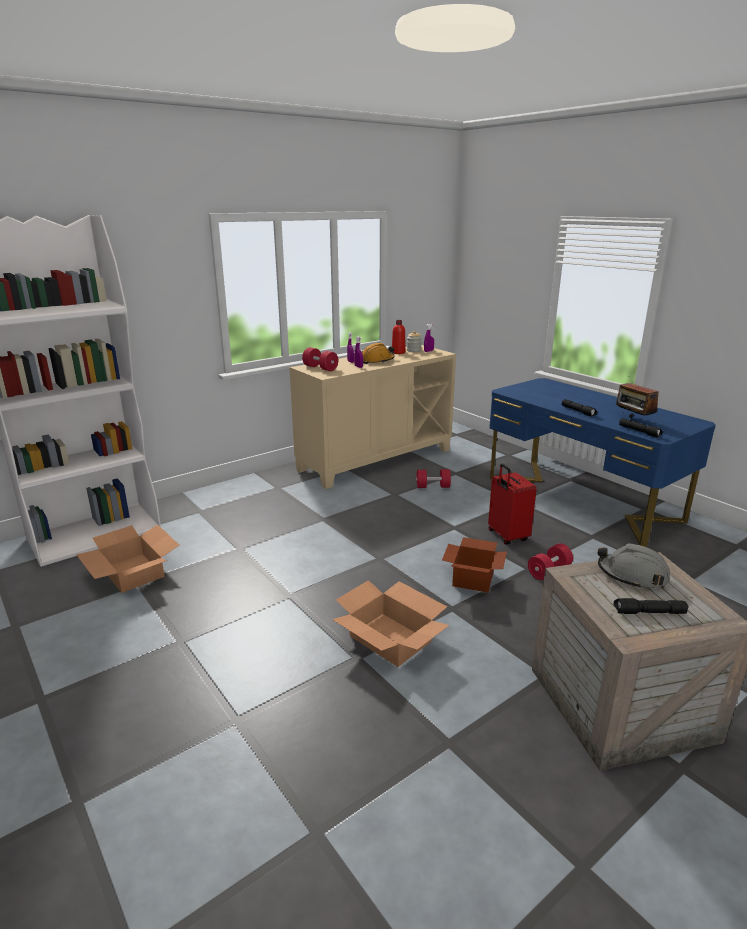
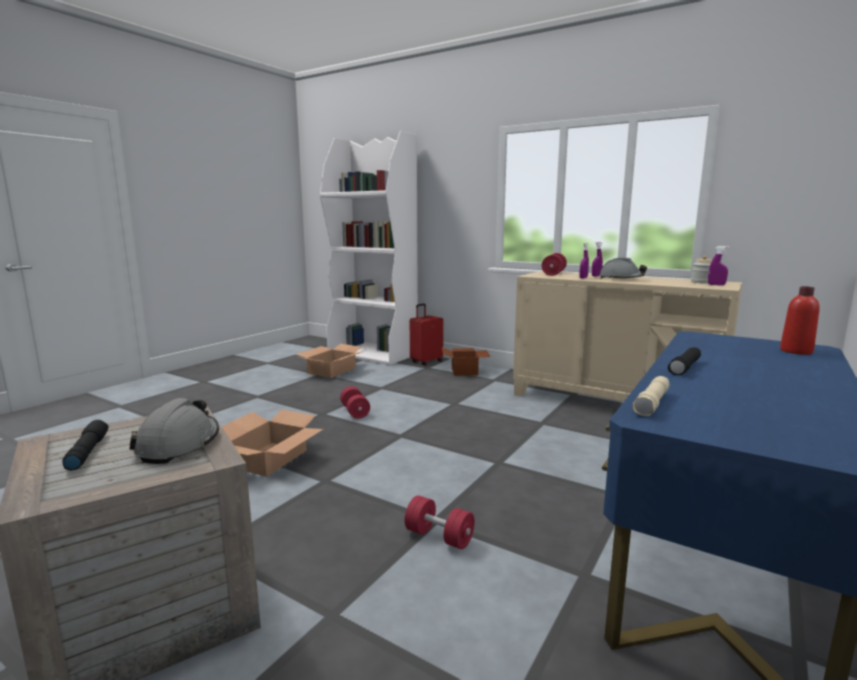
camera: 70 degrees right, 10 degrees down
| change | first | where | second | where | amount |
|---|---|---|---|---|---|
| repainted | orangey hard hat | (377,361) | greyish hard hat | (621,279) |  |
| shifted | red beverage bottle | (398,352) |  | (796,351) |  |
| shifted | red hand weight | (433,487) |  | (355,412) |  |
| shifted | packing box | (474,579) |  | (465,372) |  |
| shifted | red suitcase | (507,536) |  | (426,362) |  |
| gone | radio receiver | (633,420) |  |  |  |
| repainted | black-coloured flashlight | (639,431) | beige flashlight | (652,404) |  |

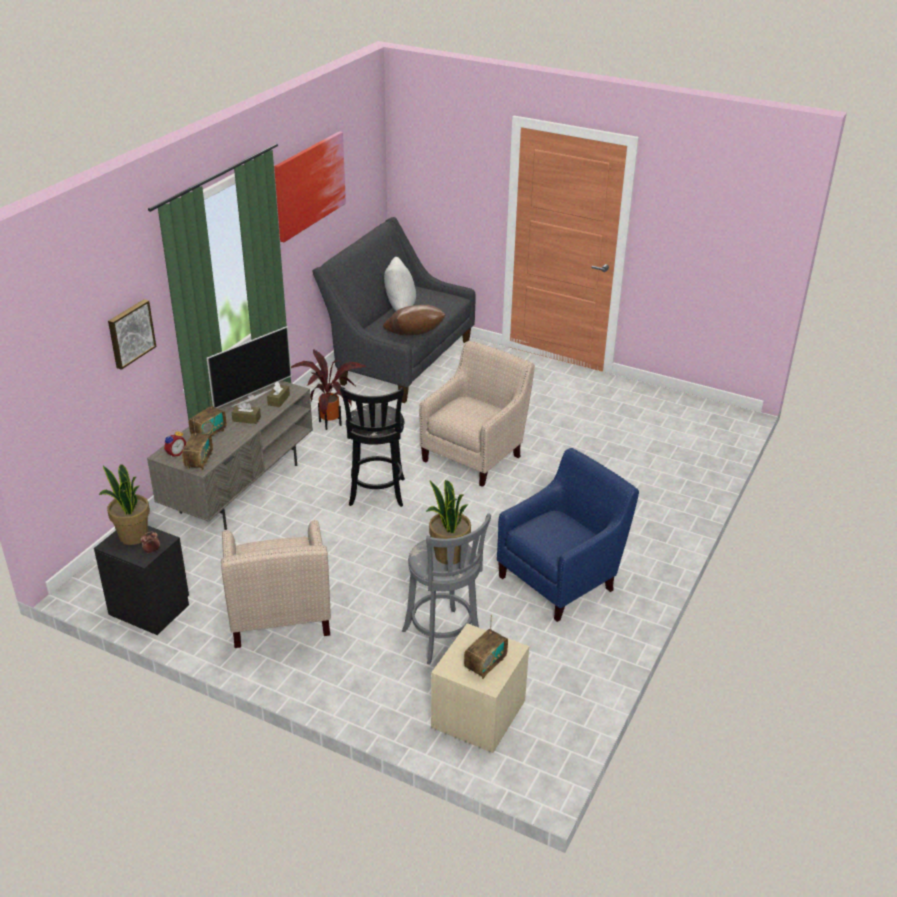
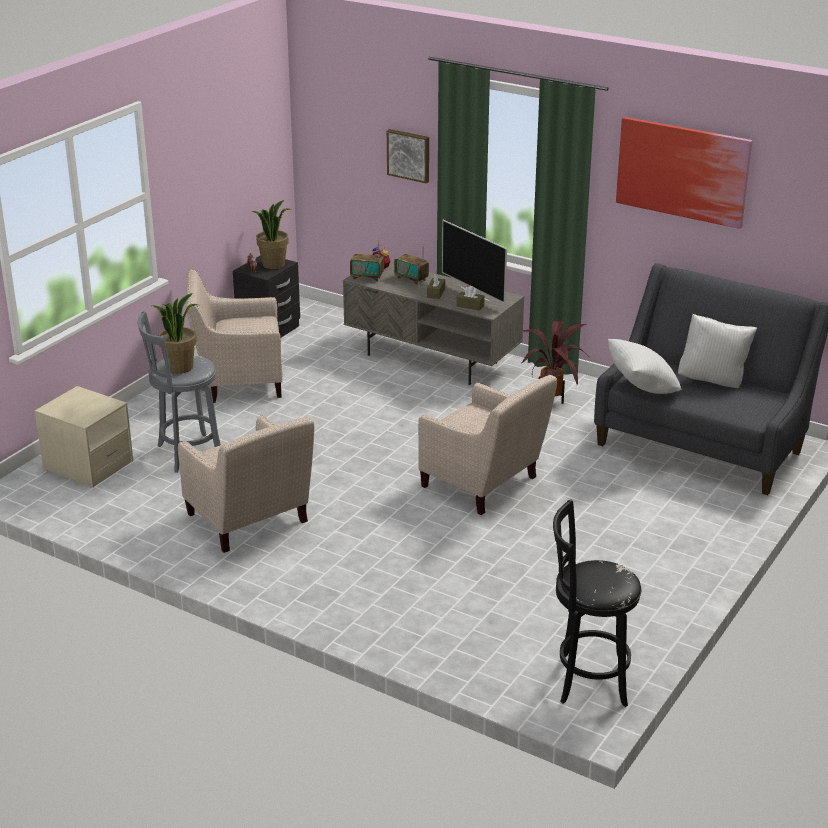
camera: 95 degrees right, 5 degrees down
| change | first | where | second | where | amount |
|---|---|---|---|---|---|
| shifted | black-coloured sitting stool | (376,494) |  | (587,680) |  |
| repainted | brown cushion | (414,337) | white-coloured cushion | (641,388) |  |
| gone | radio receiver | (485,664) |  |  |  |
| repainted | blue-coloured easy chair | (561,580) | beige easy chair | (249,522) |  |

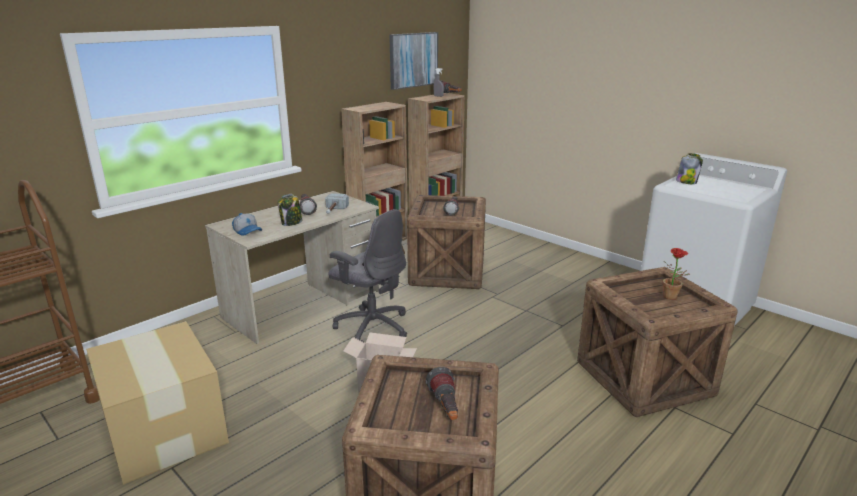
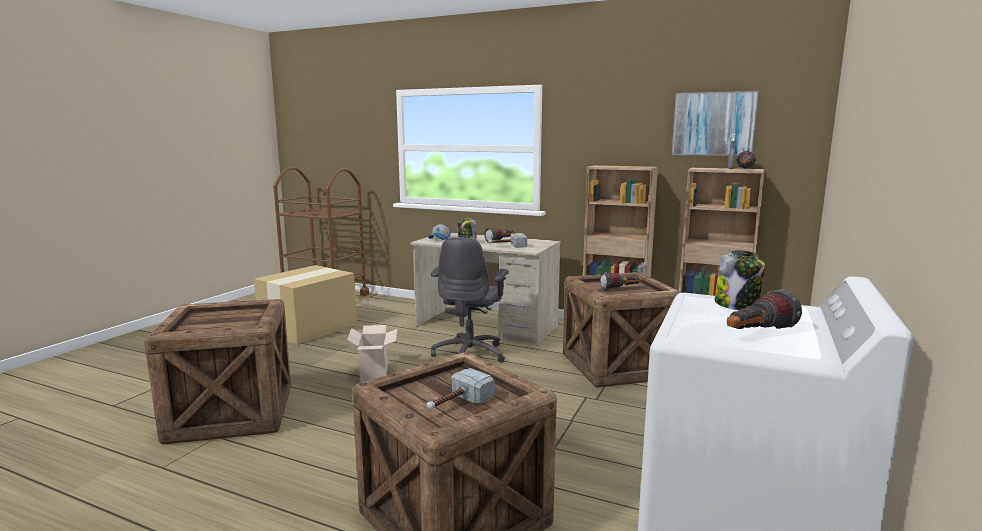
camera: 70 degrees right, 10 degrees down
| change | first | where | second | where | amount |
|---|---|---|---|---|---|
| shifted | flashlight | (445,408) |  | (756,334) |  |
| swapped | potted plant | (672,297) | hammer | (456,404) |  |

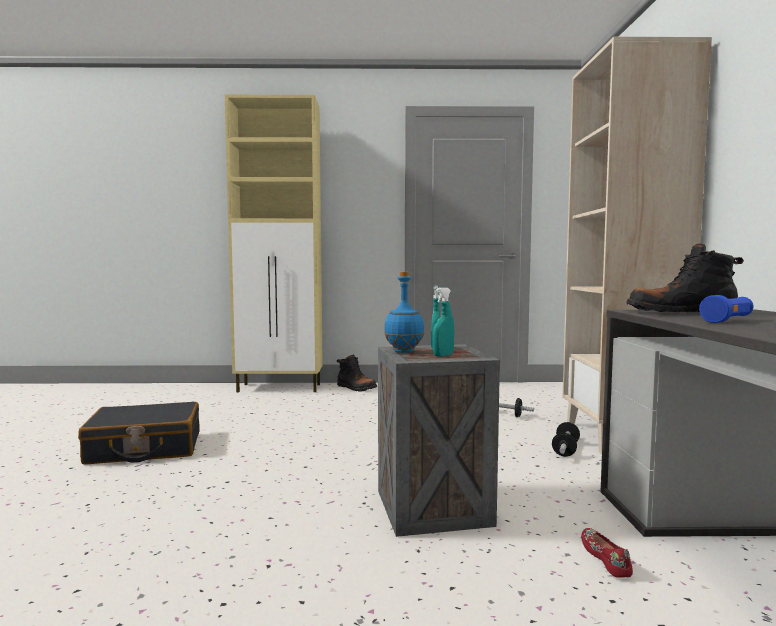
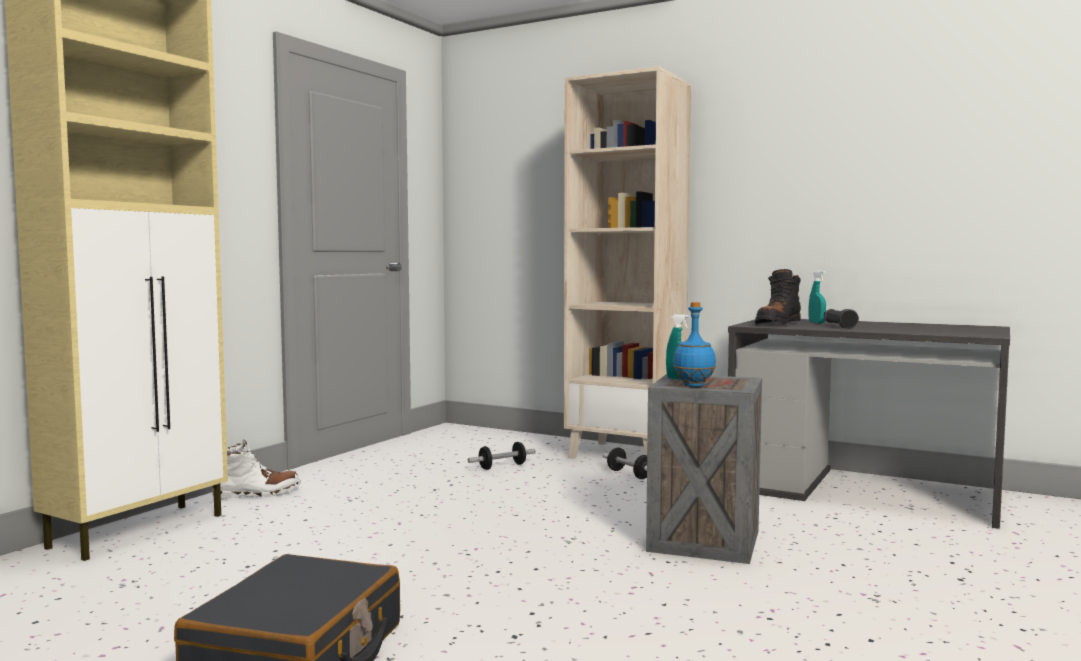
camera: 60 degrees left, 0 degrees up
| change | first | where | second | where | amount |
|---|---|---|---|---|---|
| repainted | black-coloured high-top boot | (356,388) | white-coloured high-top boot | (257,494) |  |
| shifted | turquoise-coloured hand sprayer | (443,355) |  | (816,322) |  |
| gone | red low shoe | (606,558) |  |  |  |
| repainted | blue-coloured flashlight | (728,321) | black-coloured flashlight | (839,326) |  |

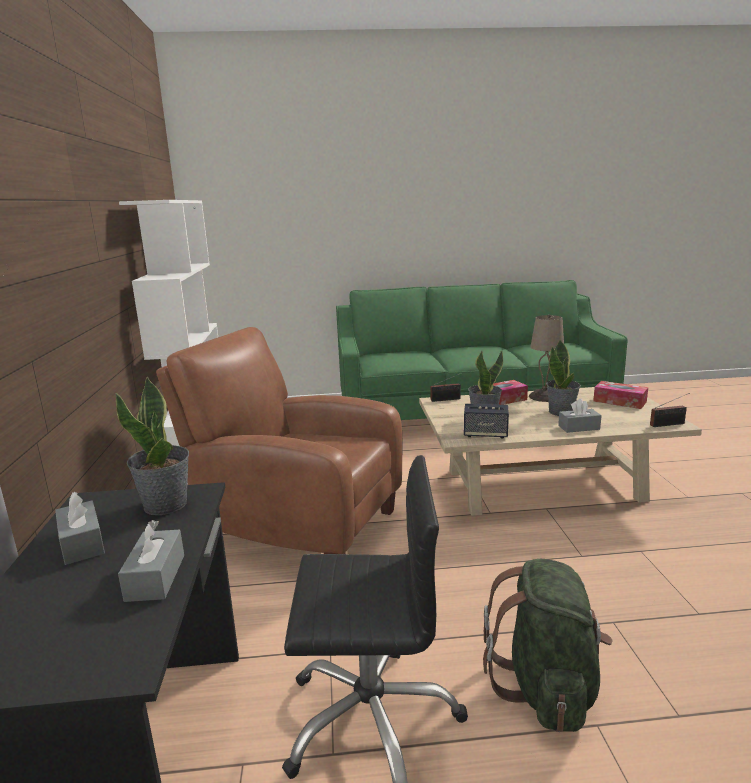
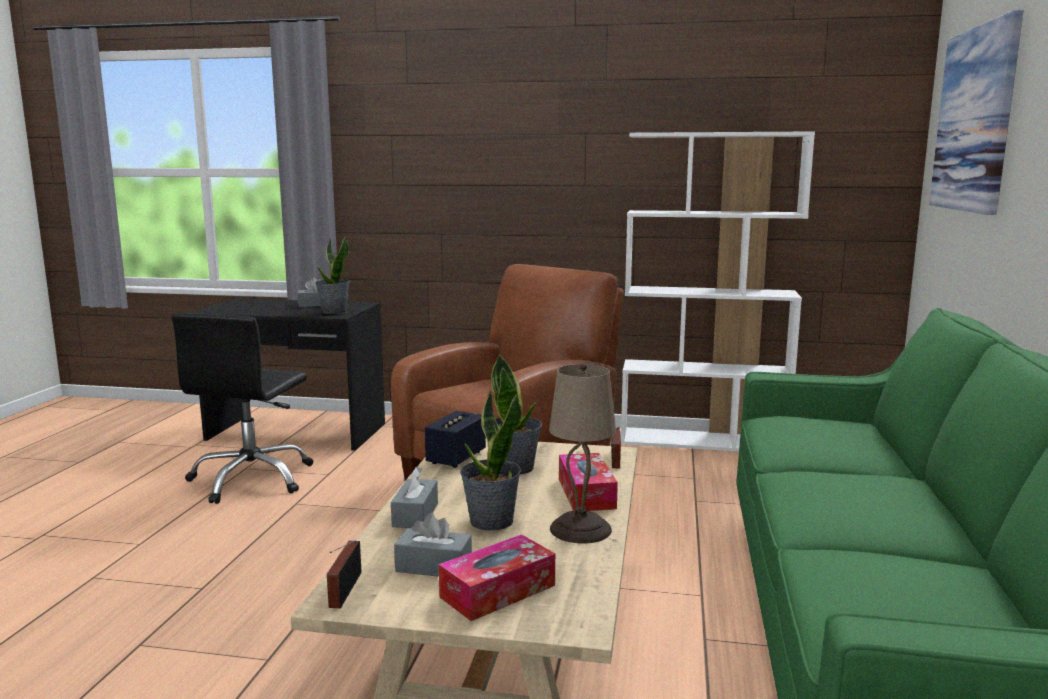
camera: 105 degrees right, 5 degrees down
| change | first | where | second | where | amount |
|---|---|---|---|---|---|
| shifted | greyish tissue box | (155,577) |  | (434,566) |  |
| gone | greenish rucksack | (546,687) |  |  |  |
| new |  |  | wall picture | (974,120) |  |

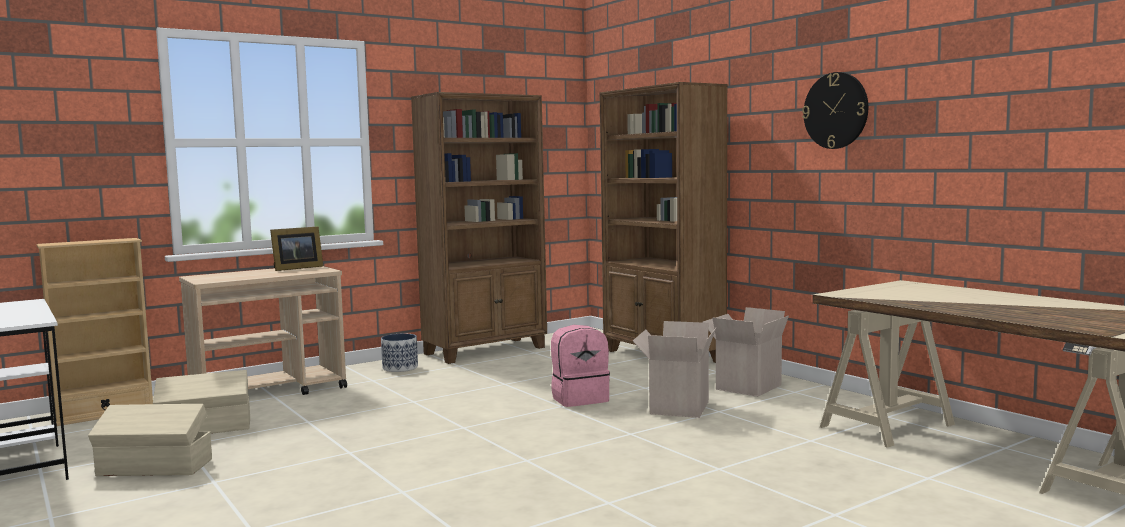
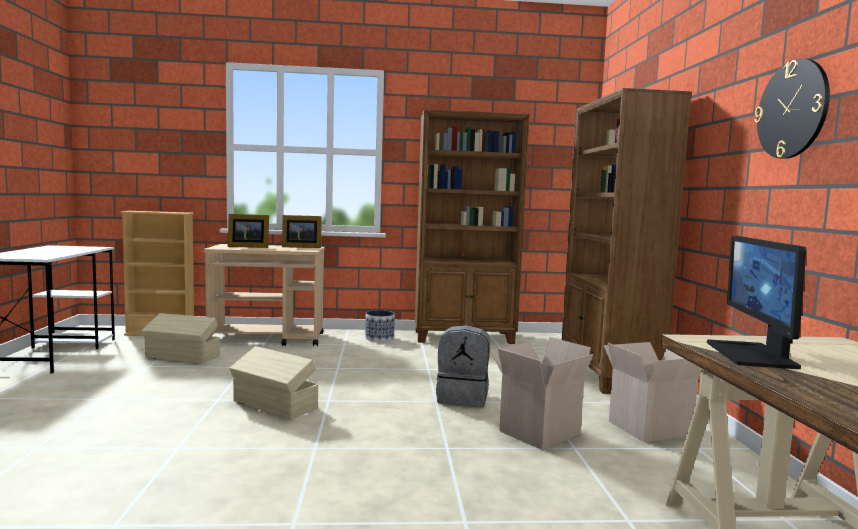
camera: 30 degrees right, 0 degrees up
| change | first | where | second | where | amount |
|---|---|---|---|---|---|
| shifted | beige storage bin | (155,468) |  | (274,405) |  |
| repainted | pinkish rucksack | (579,399) | greyish rucksack | (463,398) |  |
| new |  |  | standing frame | (247,246) |  |
| new |  |  | monitor | (752,355) |  |

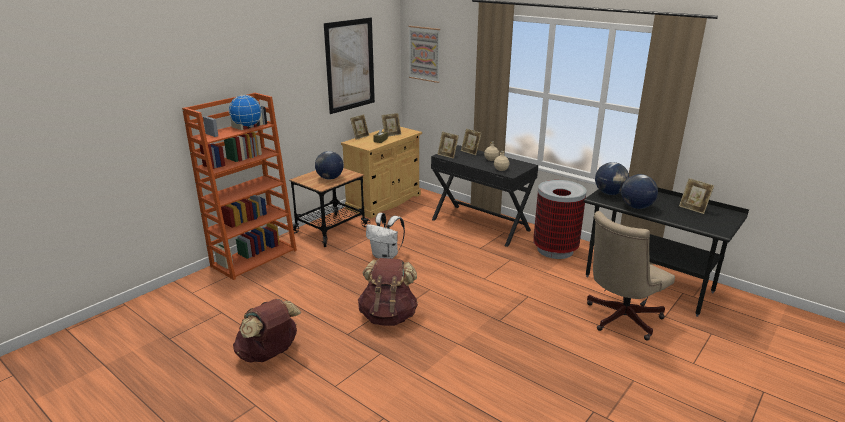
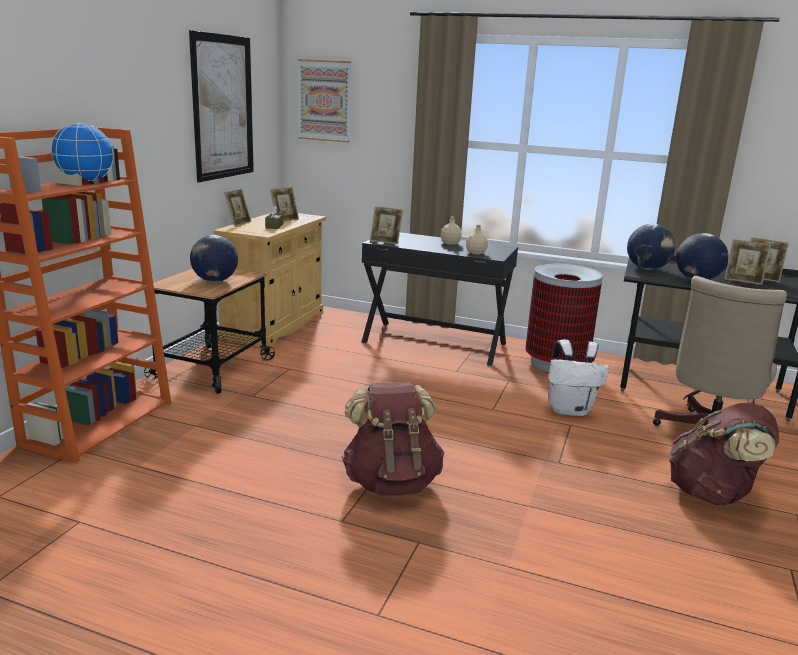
camera: 20 degrees left, 5 degrees down
| change | first | where | second | where | amount |
|---|---|---|---|---|---|
| shifted | brown rucksack | (269,354) |  | (713,494) |  |
| shifted | white-coloured rucksack | (386,256) |  | (570,410) |  |
| shifted | standing frame | (470,152) |  | (743,280) |  |

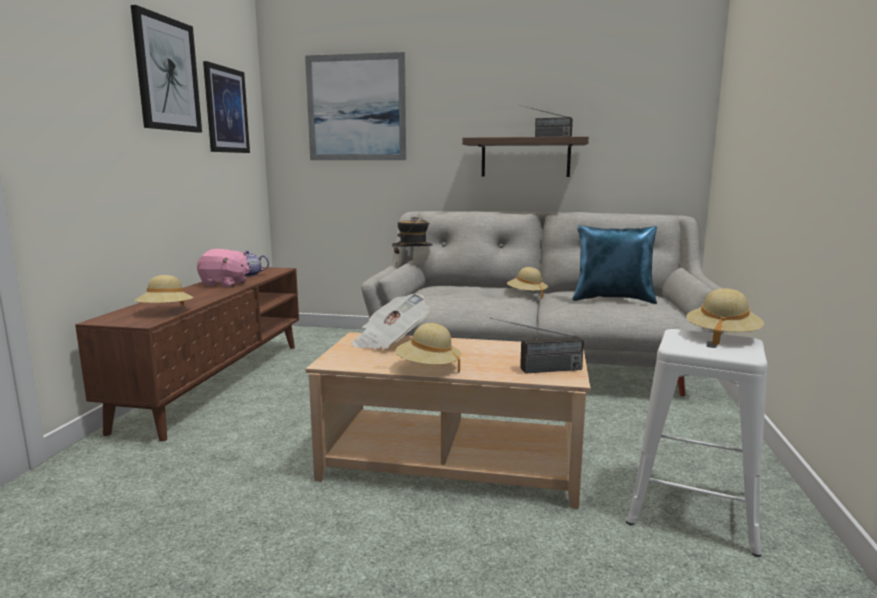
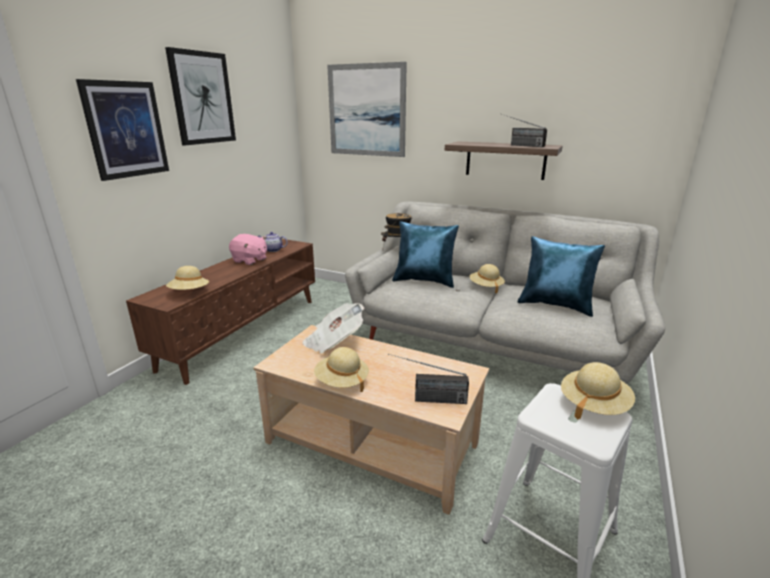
camera: 15 degrees right, 10 degrees up
| change | first | where | second | where | amount |
|---|---|---|---|---|---|
| shifted | wall picture | (226,110) |  | (126,129) |  |
| new |  |  | blue-coloured cushion | (424,281) |  |

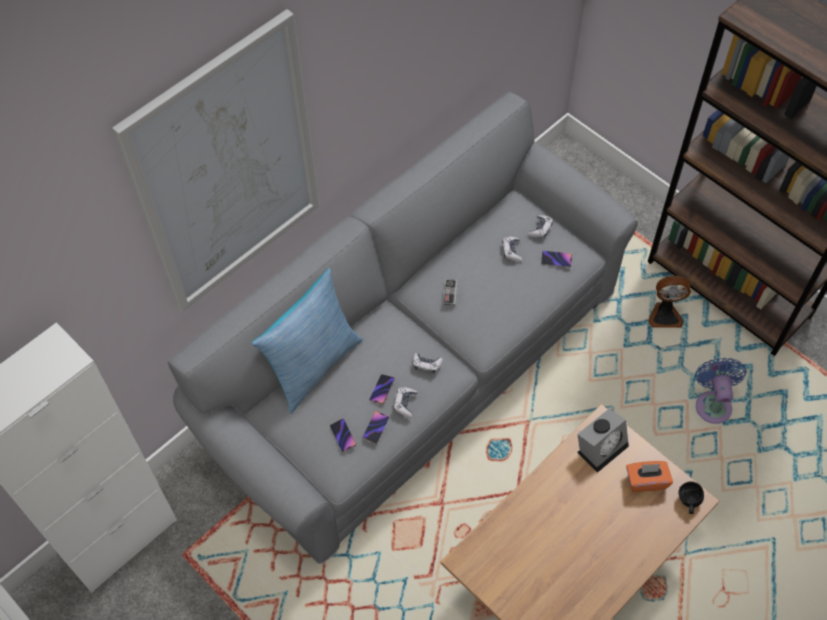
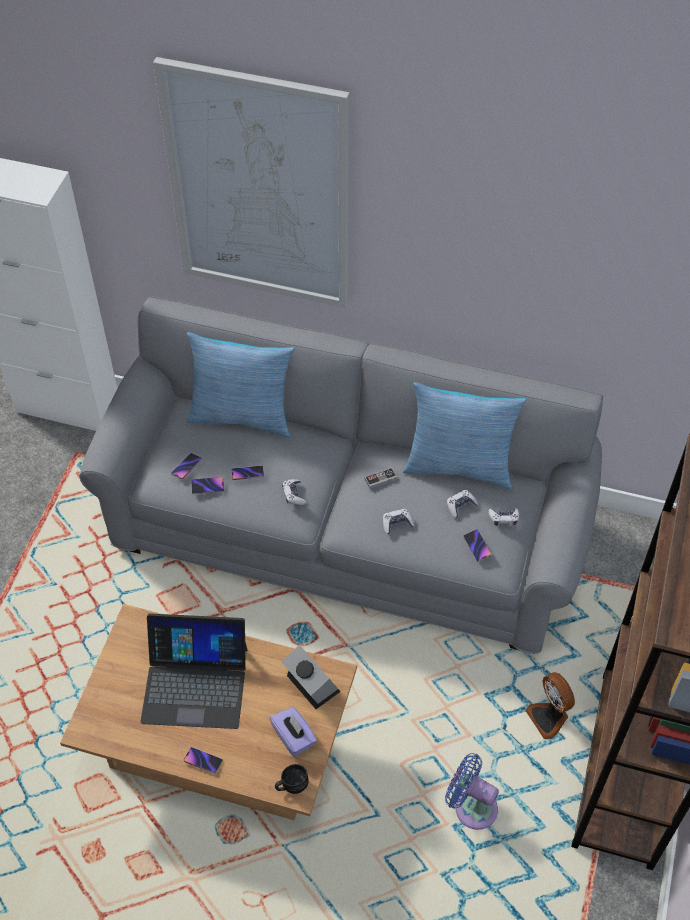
camera: 60 degrees right, 5 degrees down
| change | first | where | second | where | amount |
|---|---|---|---|---|---|
| shifted | game controller | (405,403) |  | (397,523) |  |
| rotated | bedside clock | (602,446) |  | (310,684) | 150 degrees counterclockwise |
| repainted | orangey tissue box | (646,481) | purple-coloured tissue box | (294,737) |  |
| rotated | blue-coloured cooling fan | (712,403) |  | (471,806) | 120 degrees counterclockwise |
| new |  |  | notebook computer | (195,684) |  |
| new |  |  | handset | (203,761) |  |
| new |  |  | cushion | (459,466) |  |

